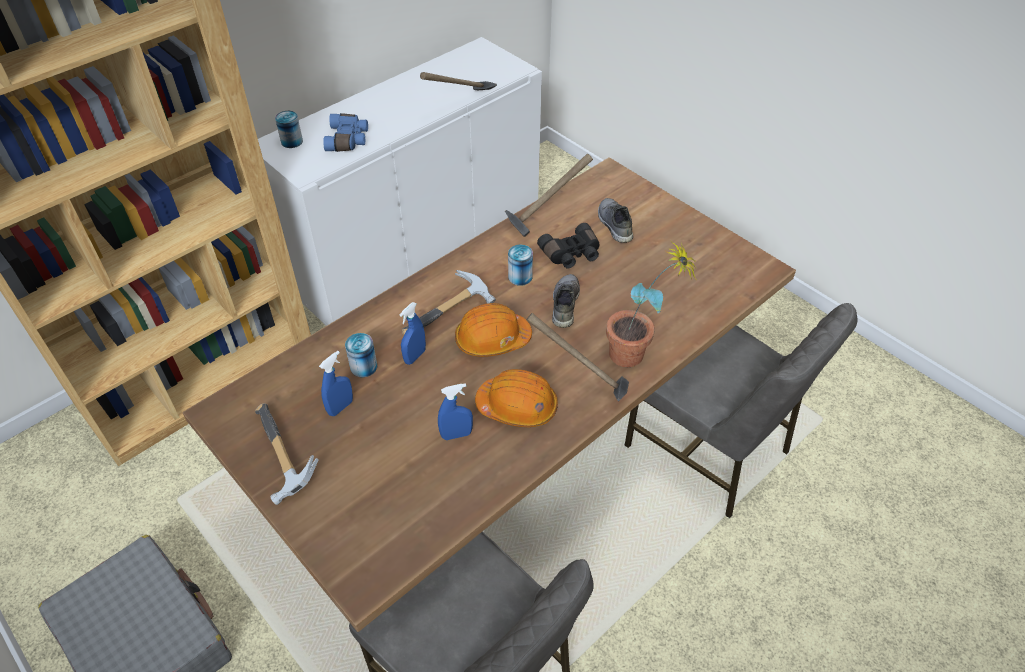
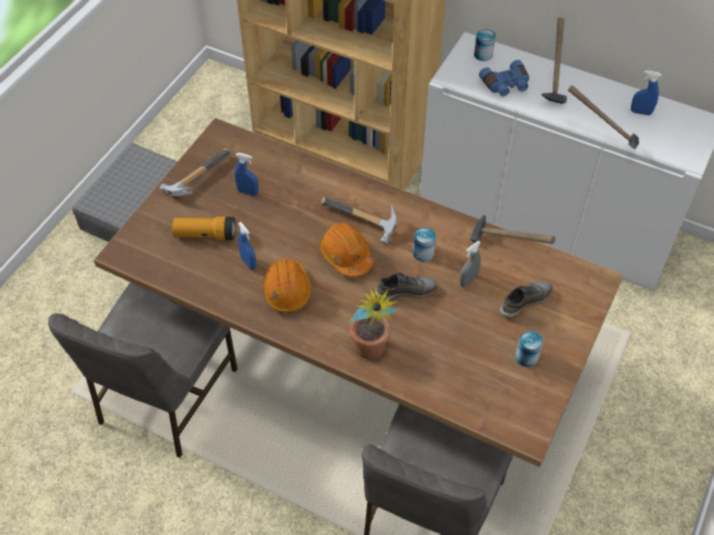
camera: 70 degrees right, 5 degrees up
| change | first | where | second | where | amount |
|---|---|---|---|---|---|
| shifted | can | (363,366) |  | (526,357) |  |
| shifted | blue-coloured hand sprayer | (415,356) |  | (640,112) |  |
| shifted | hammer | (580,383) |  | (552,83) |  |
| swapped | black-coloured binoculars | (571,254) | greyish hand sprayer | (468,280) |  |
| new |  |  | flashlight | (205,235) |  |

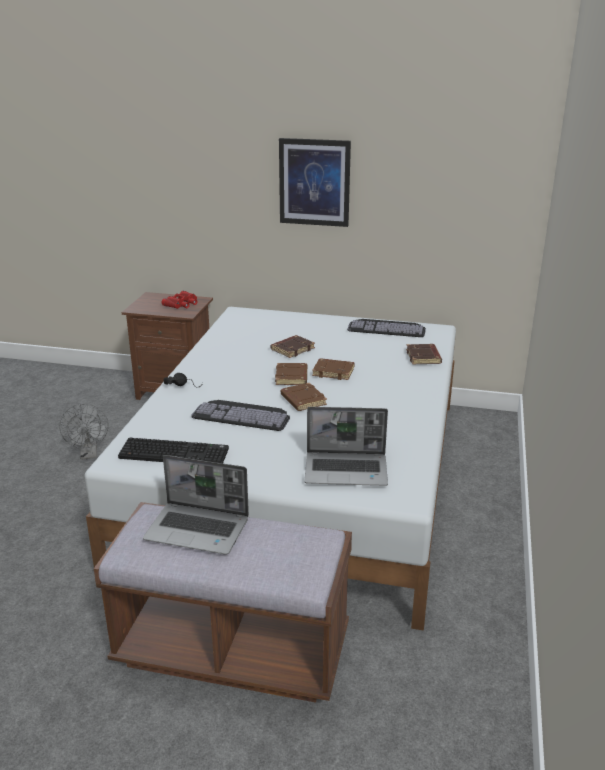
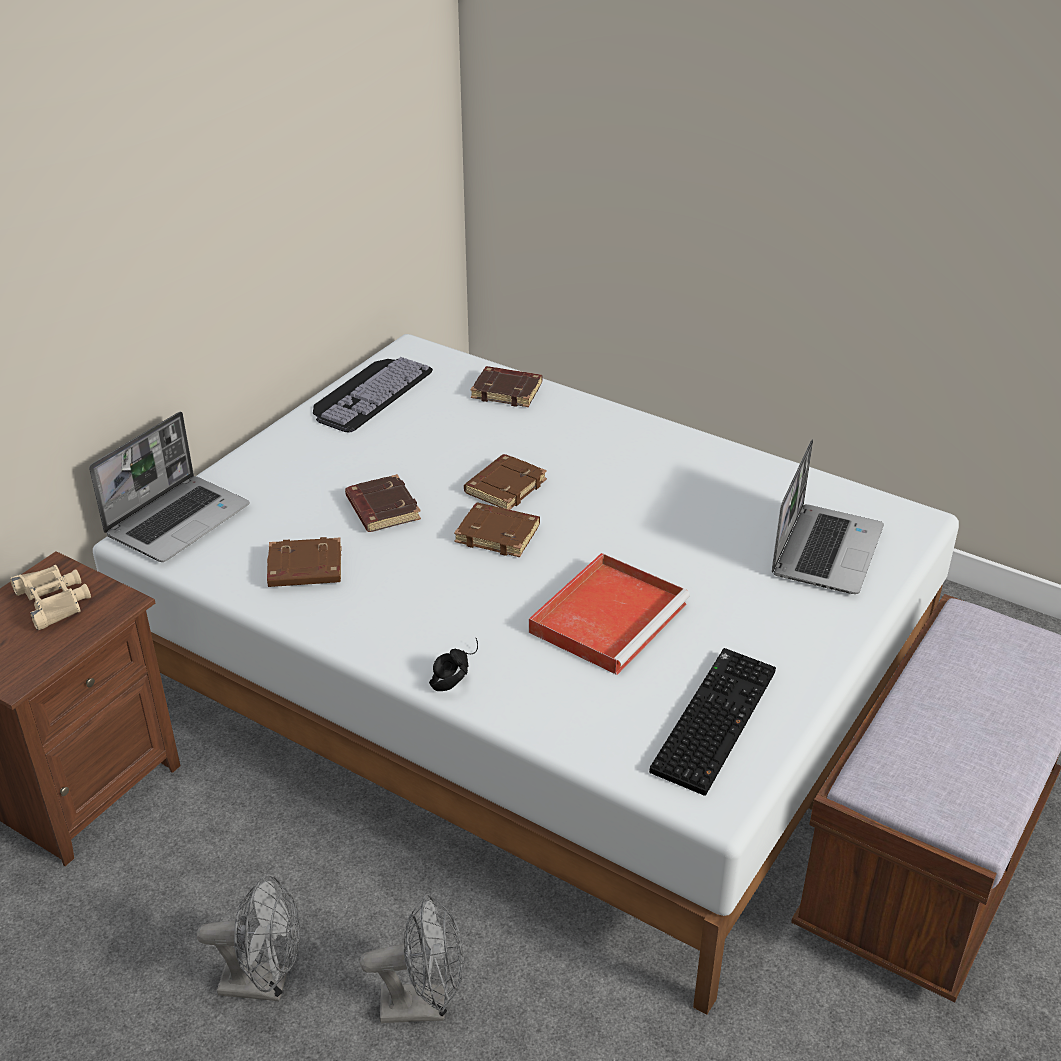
camera: 70 degrees left, 10 degrees up
| change | first | where | second | where | amount |
|---|---|---|---|---|---|
| shifted | notebook computer | (198,529) |  | (178,520) |  |
| repainted | red binoculars | (182,304) | beige binoculars | (54,601) |  |
| swapped | keyboard | (243,414) | red carrying tray | (609,616) |  |
| gone | wall picture | (314,182) |  |  |  |
| shifted | brown bound book | (302,400) |  | (304,569) |  |
| new |  |  | greyish cooling fan | (424,1005) |  |

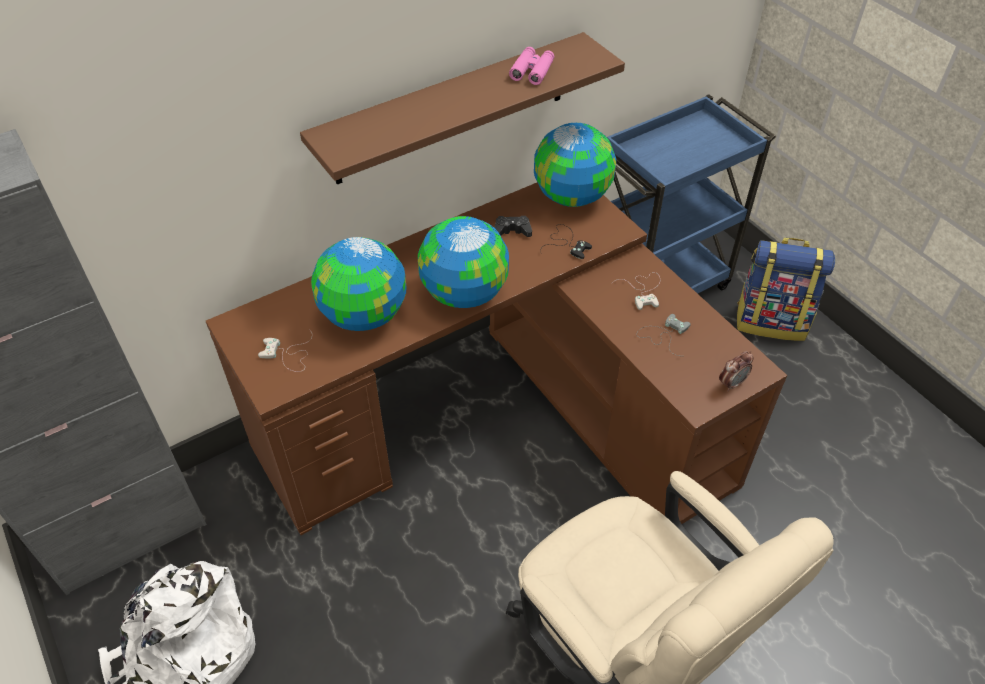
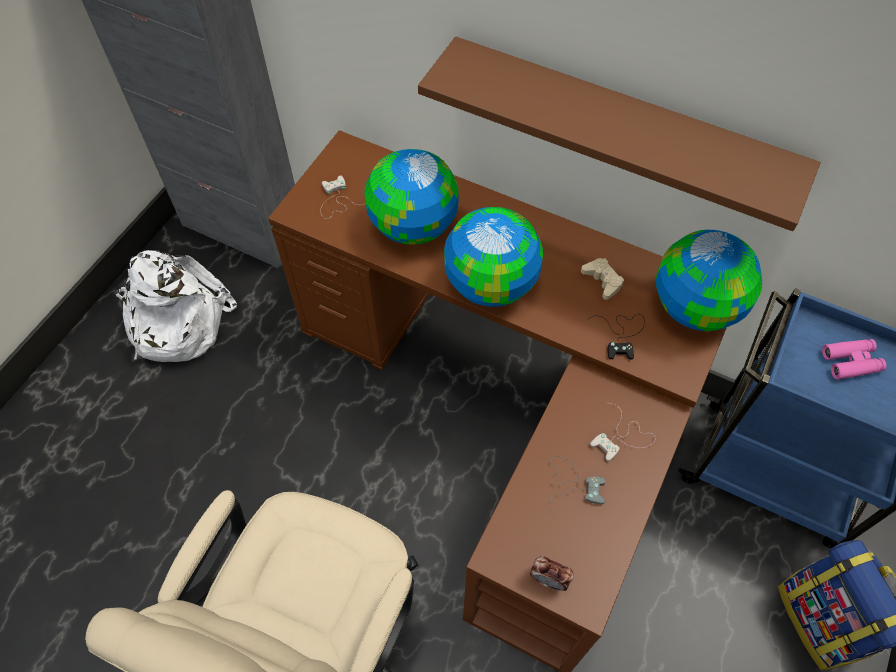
camera: 60 degrees right, 10 degrees up
| change | first | where | second | where | amount |
|---|---|---|---|---|---|
| repainted | black-coloured game controller | (512,231) | beige game controller | (602,281) |  |
| shifted | pinkish binoculars | (532,71) |  | (851,362) |  |

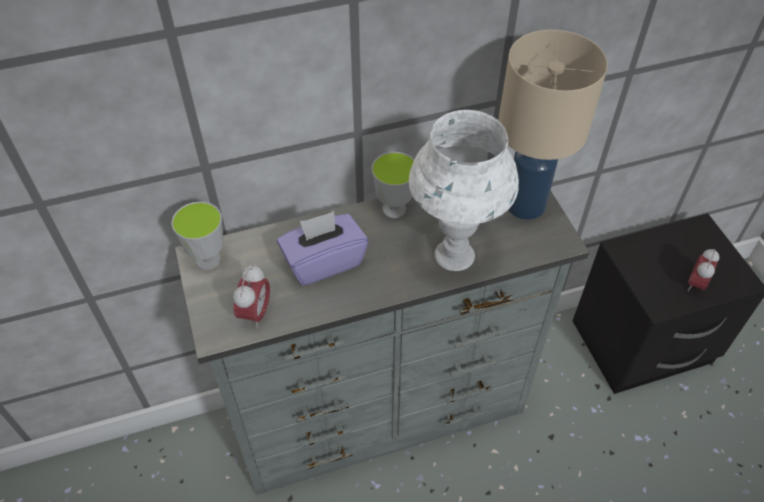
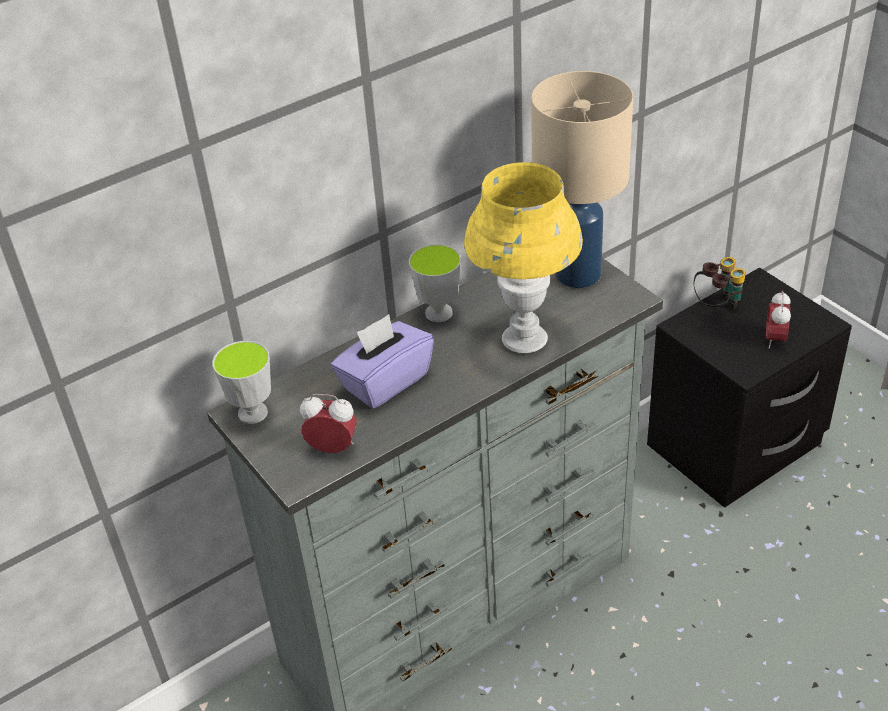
camera: 15 degrees left, 10 degrees down
| change | first | where | second | where | amount |
|---|---|---|---|---|---|
| rotated | bedside clock | (255,313) |  | (333,448) | 75 degrees counterclockwise |
| repainted | white-coloured table lamp | (454,256) | yellow table lamp | (524,339) |  |
| new |  |  | binoculars | (717,305) |  |

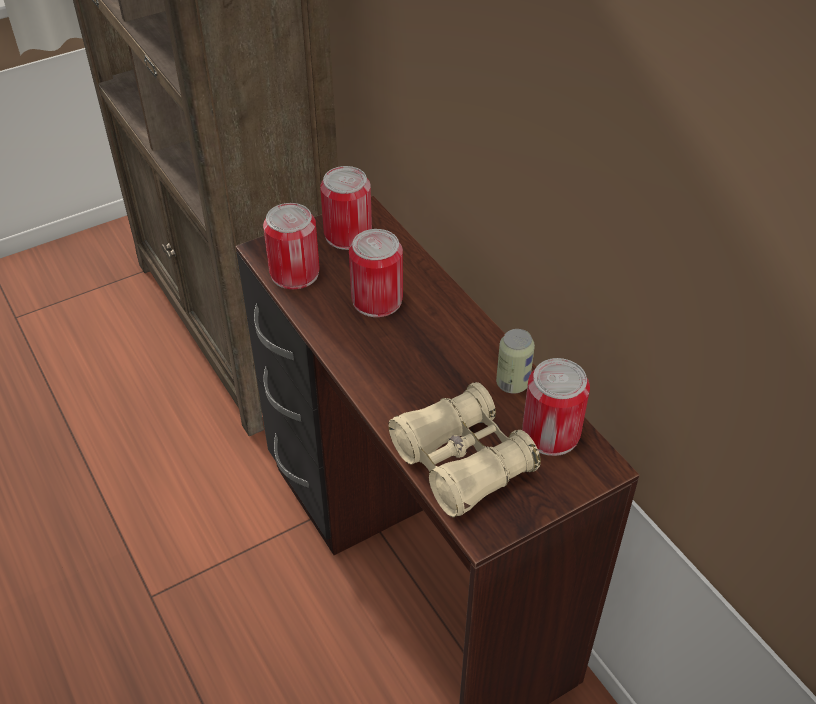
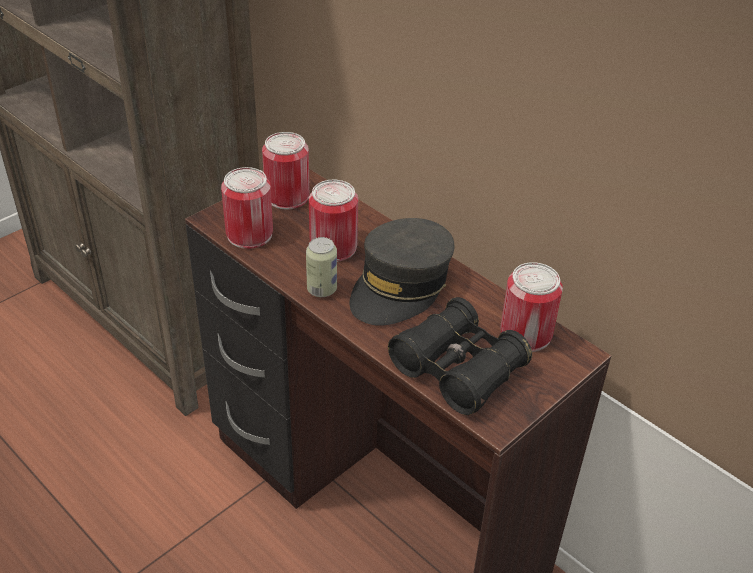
camera: 15 degrees left, 5 degrees down
| change | first | where | second | where | amount |
|---|---|---|---|---|---|
| repainted | beige binoculars | (461,462) | black-coloured binoculars | (458,369) |  |
| shifted | can | (512,383) |  | (322,289) |  |
| new |  |  | greyish cap | (400,286) |  |

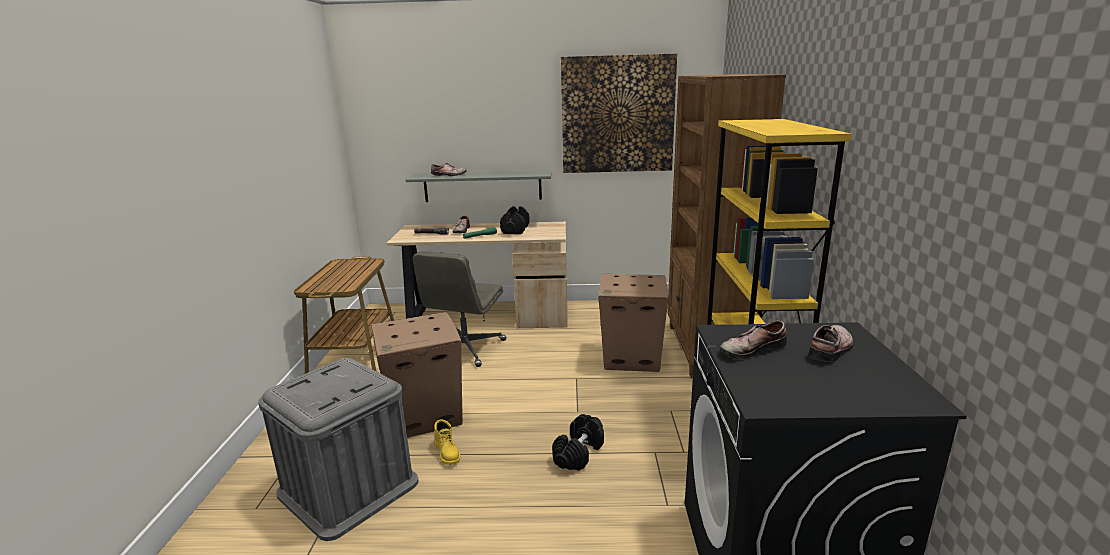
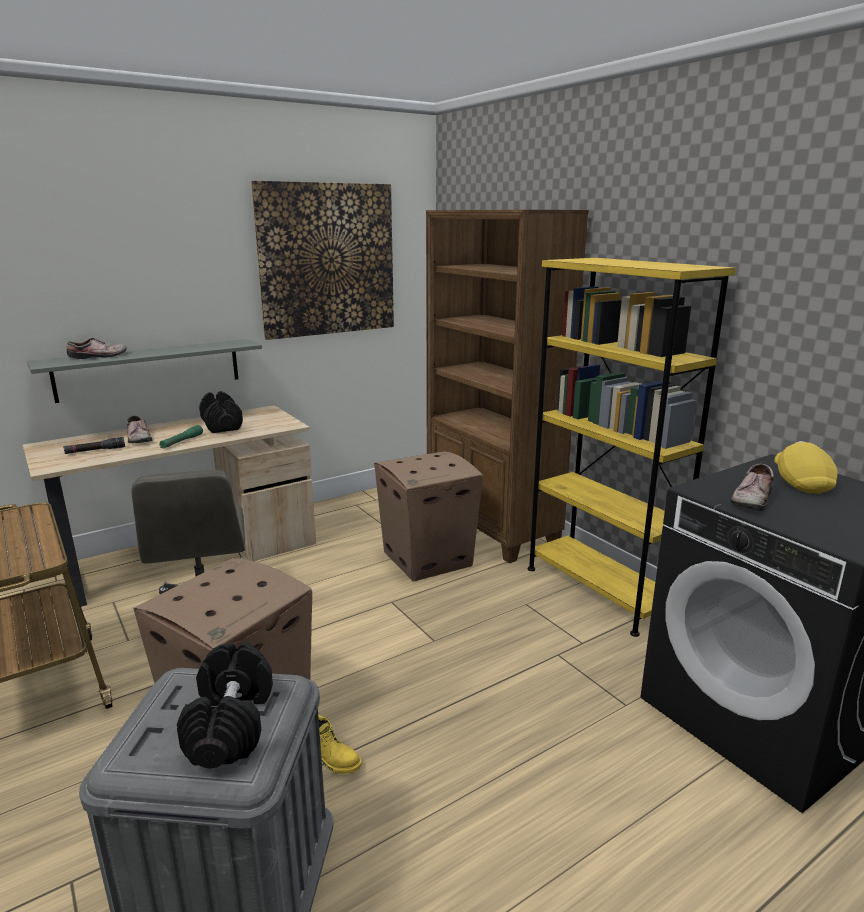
camera: 35 degrees left, 0 degrees up
| change | first | where | second | where | amount |
|---|---|---|---|---|---|
| shifted | black-coloured hand weight | (579,454) |  | (230,724) |  |
| swapped | low shoe | (831,350) | yellow cap | (801,483) |  |

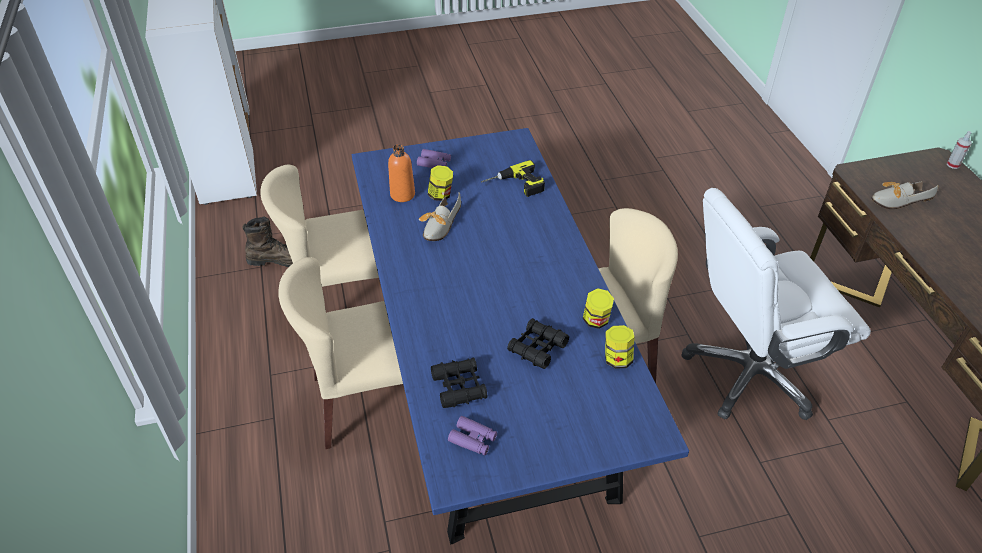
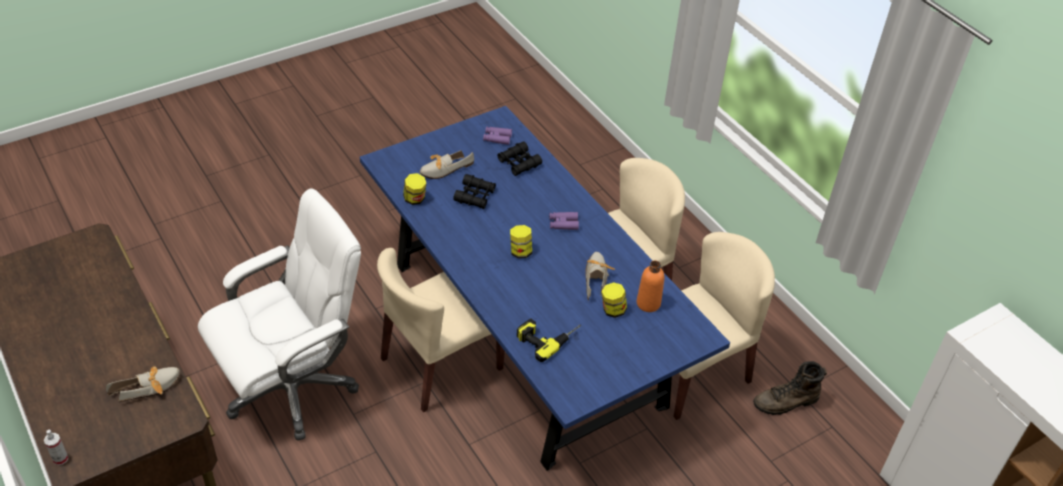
camera: 160 degrees right, 0 degrees up
| change | first | where | second | where | amount |
|---|---|---|---|---|---|
| shifted | purple-coloured binoculars | (434,163) |  | (563,224) |  |
| shifted | jar | (596,321) |  | (520,252) |  |
| new |  |  | low shoe | (442,170) |  |

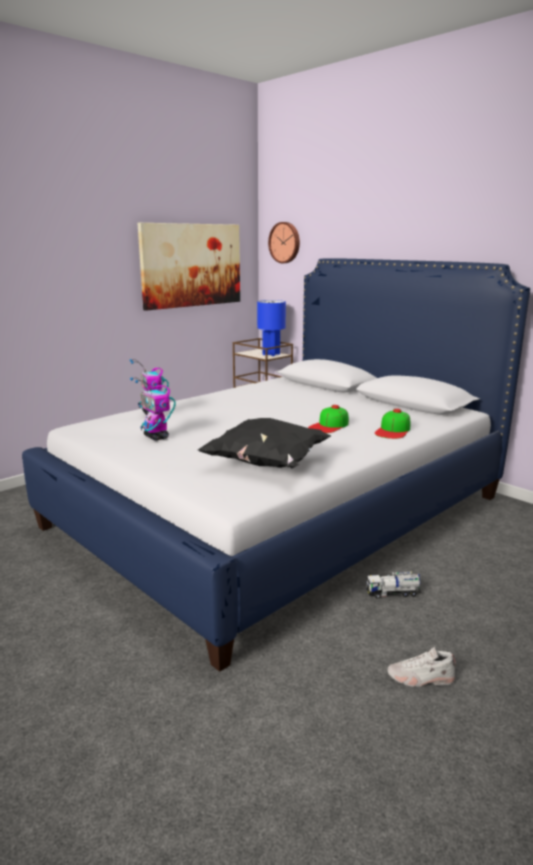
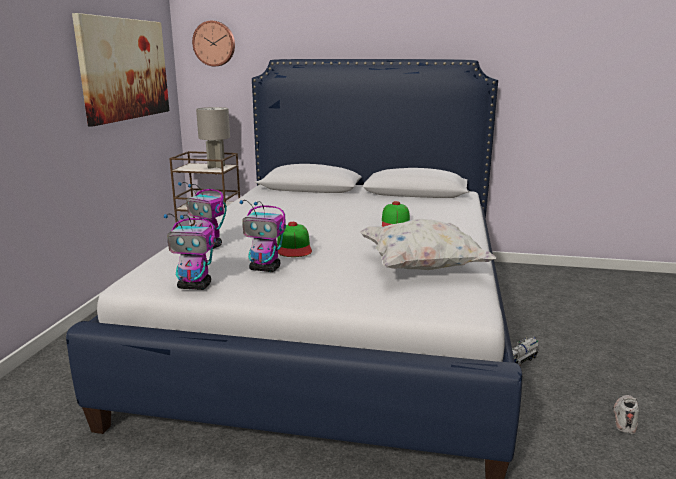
camera: 35 degrees left, 0 degrees up
| change | first | where | second | where | amount |
|---|---|---|---|---|---|
| repainted | black-coloured cushion | (267,464) | white-coloured cushion | (422,267) |  |
| repainted | blue-coloured table lamp | (271,354) | greyish table lamp | (216,167) |  |
| shifted | cap | (393,430) |  | (294,247) |  |
| rotated | white-coloured low shoe | (420,678) |  | (625,417) | 150 degrees clockwise |
| new |  |  | robot figure | (195,286) |  |

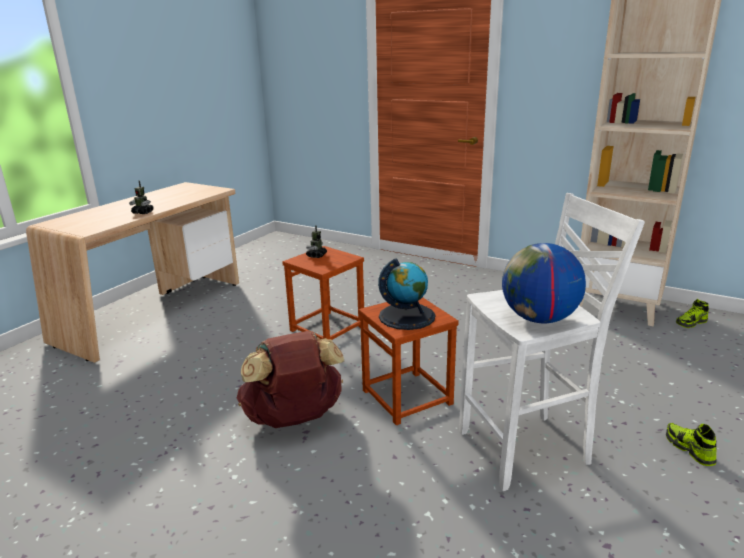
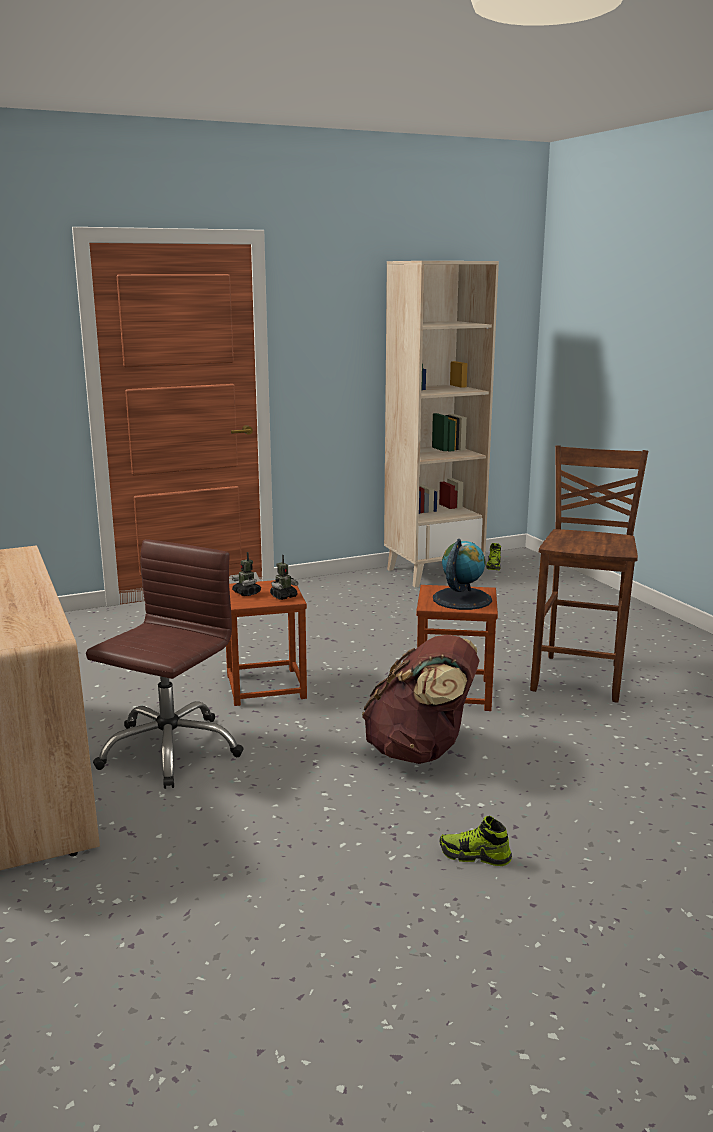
camera: 55 degrees left, 5 degrees down
| change | first | where | second | where | amount |
|---|---|---|---|---|---|
| shifted | robot figure | (143,212) |  | (283,596) |  |
| repainted | white-coloured sitting stool | (527,449) | brown sitting stool | (580,677) |  |
| gone | globe | (539,319) |  |  |  |
| shifted | low shoe | (689,449) |  | (475,856) |  |
| new |  |  | brown computer chair | (169,750) |  |

